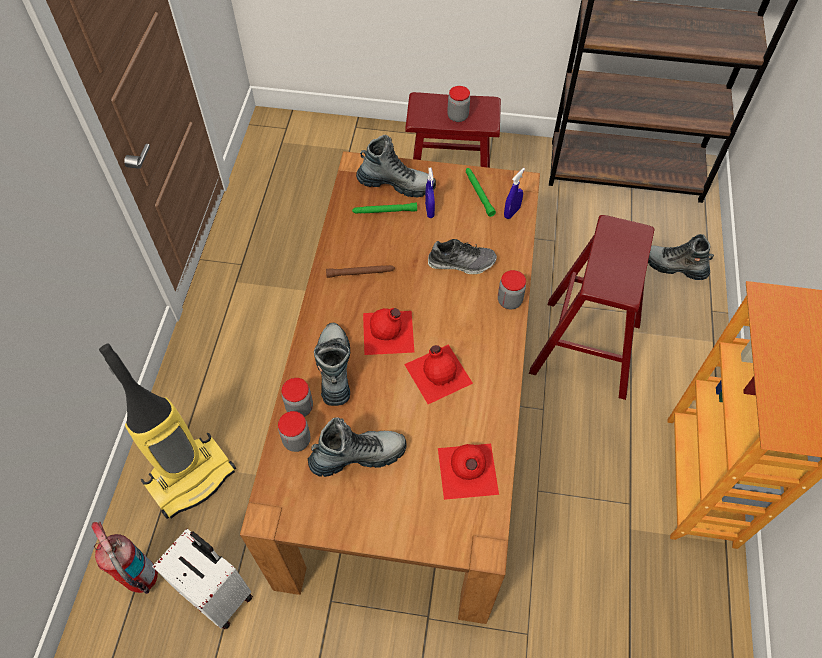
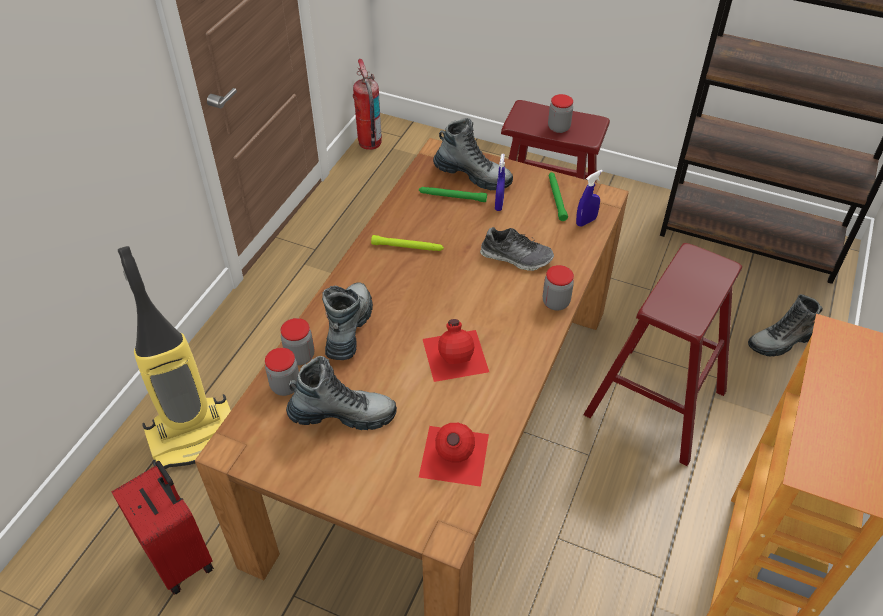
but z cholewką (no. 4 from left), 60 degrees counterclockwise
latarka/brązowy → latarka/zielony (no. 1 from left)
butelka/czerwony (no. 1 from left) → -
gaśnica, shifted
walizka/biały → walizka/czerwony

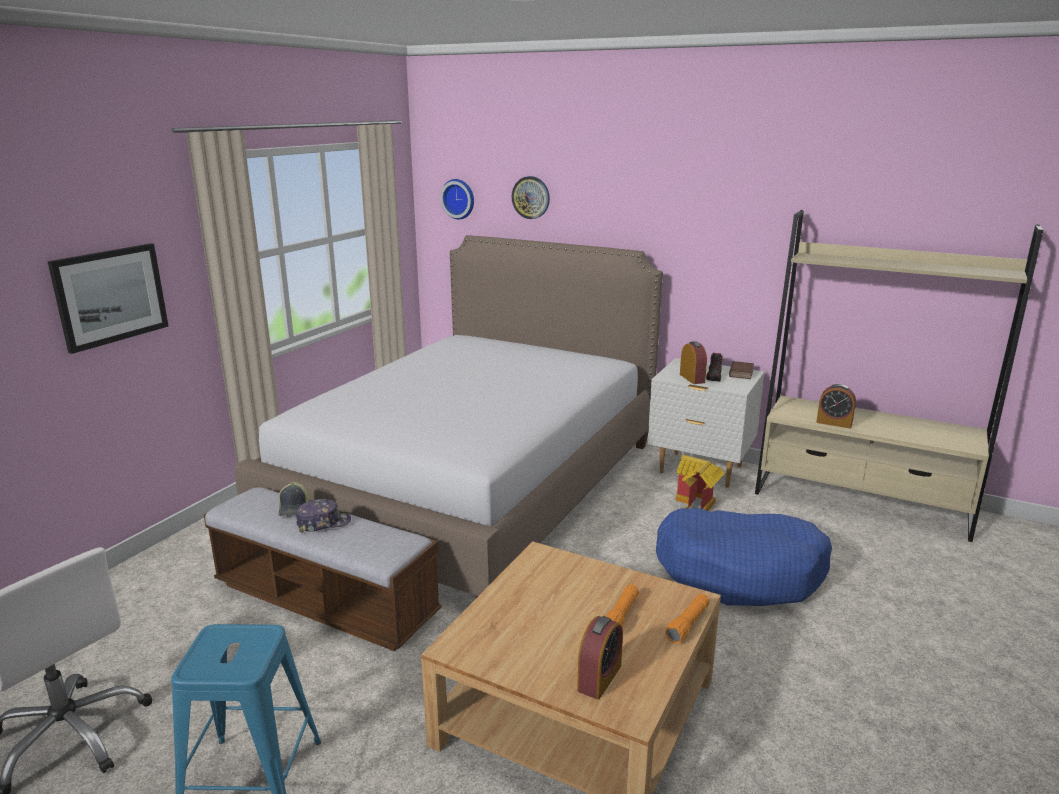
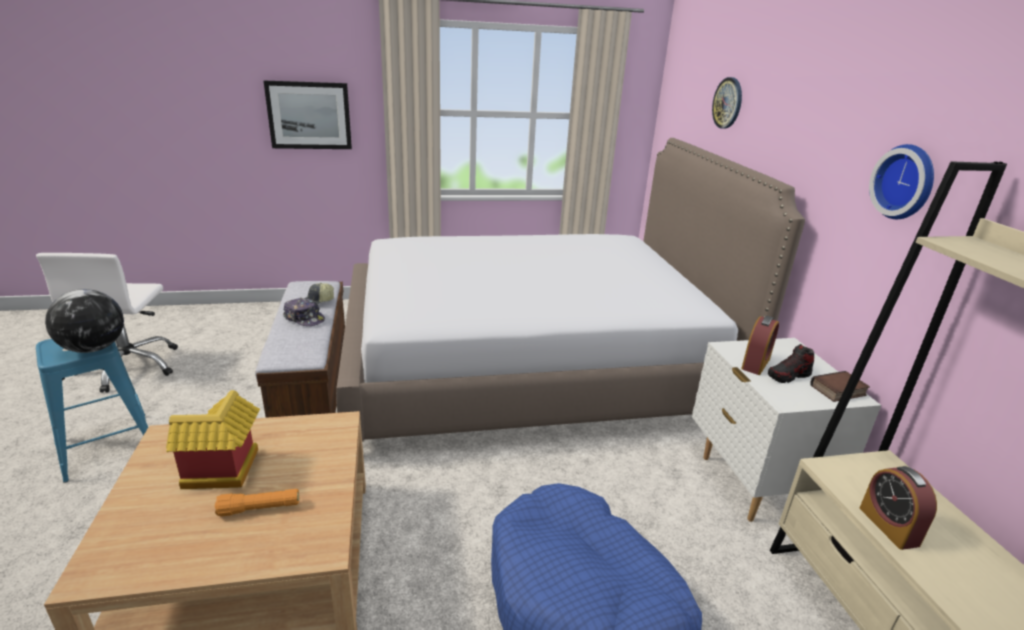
zegar ścienny (no. 1 from left in the first image) → zegar ścienny (no. 2 from left), shifted
domek, shifted
latarka/pomarańczowy (no. 2 from left) → -
budzik (no. 1 from left) → -
- → globus

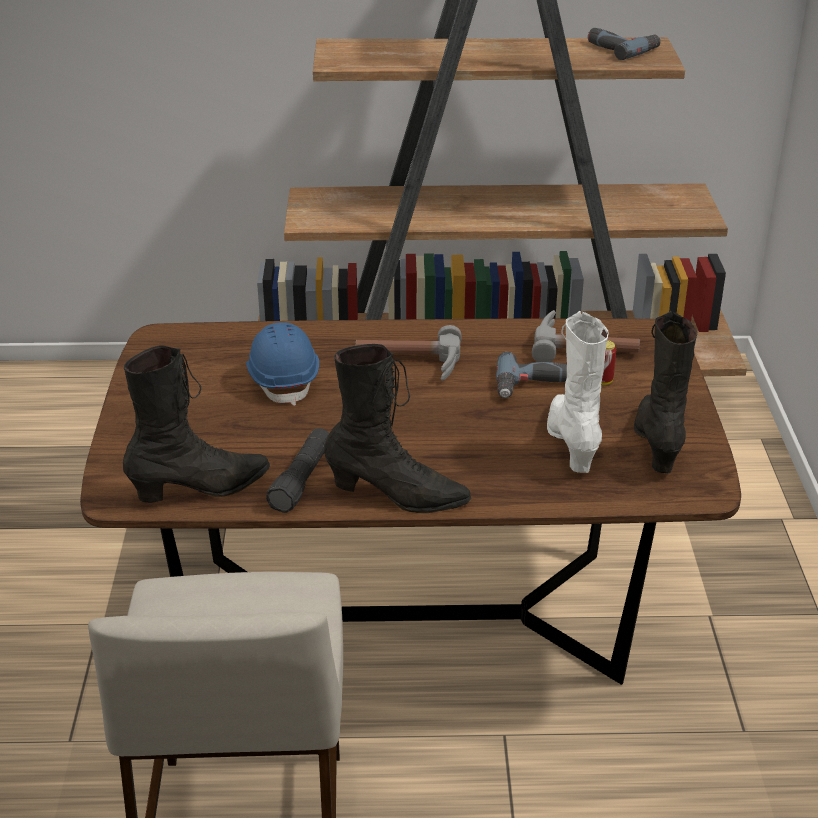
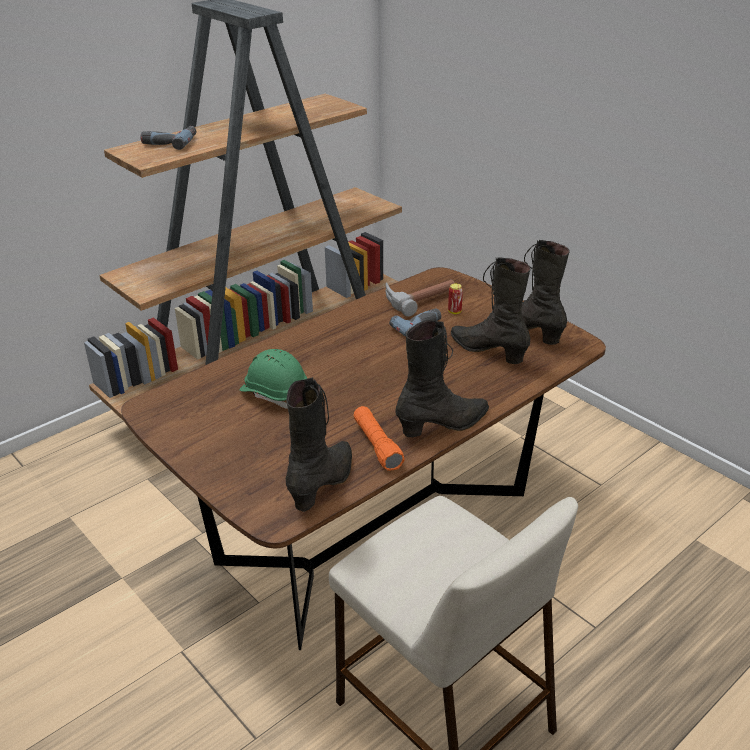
wiertarka (no. 2 from left in the first image) → wiertarka (no. 1 from left), shifted
but z cholewką/biały → but z cholewką/czarny (no. 3 from left)
kask/niebieski → kask/zielony
młotek (no. 1 from left) → -
latarka/czarny → latarka/pomarańczowy

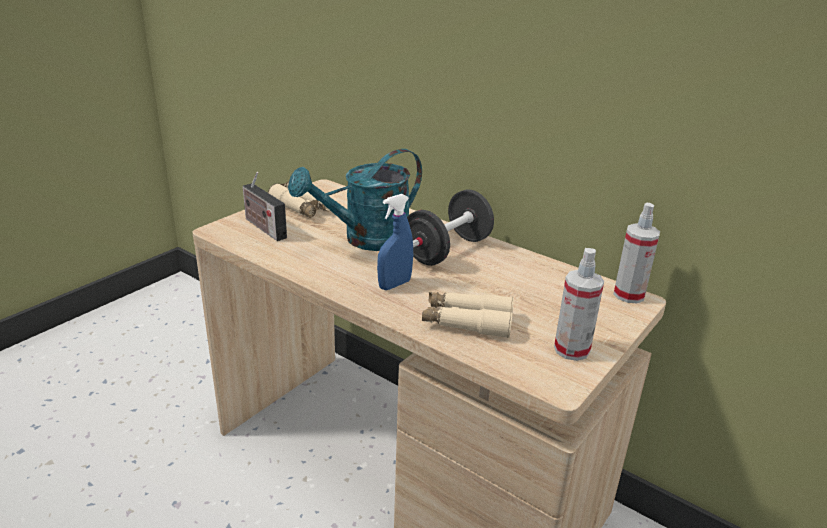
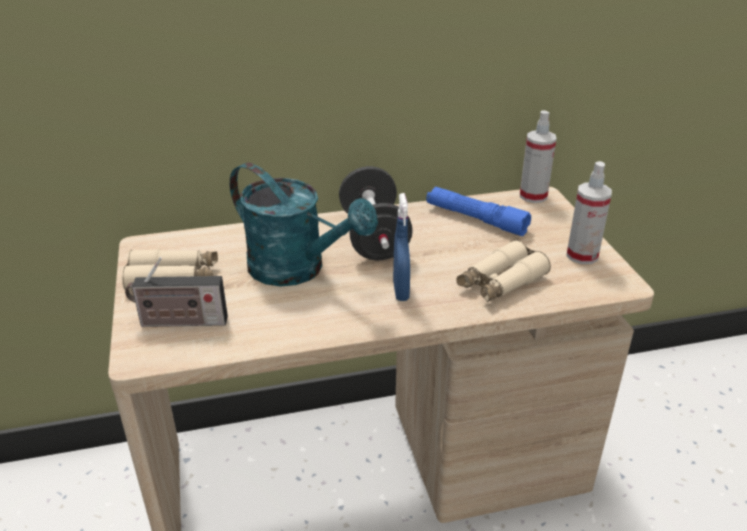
konewka/turkusowy, 60 degrees counterclockwise
- → latarka/niebieski

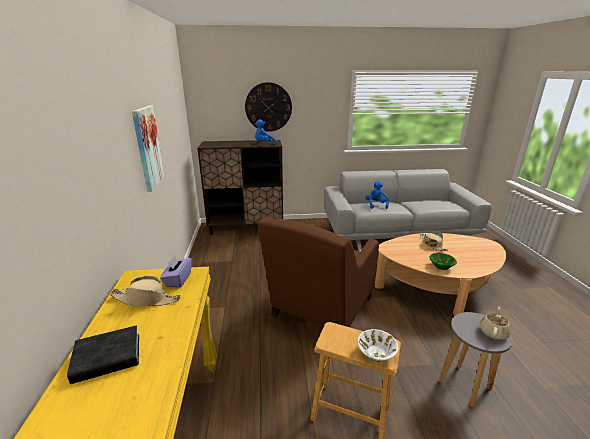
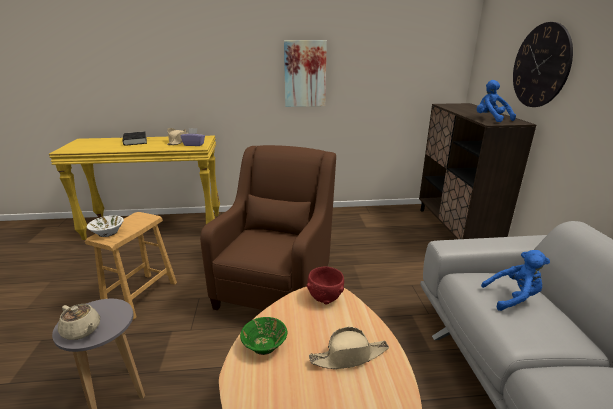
fotel/brązowy, 75 degrees clockwise
- → miska/czerwony

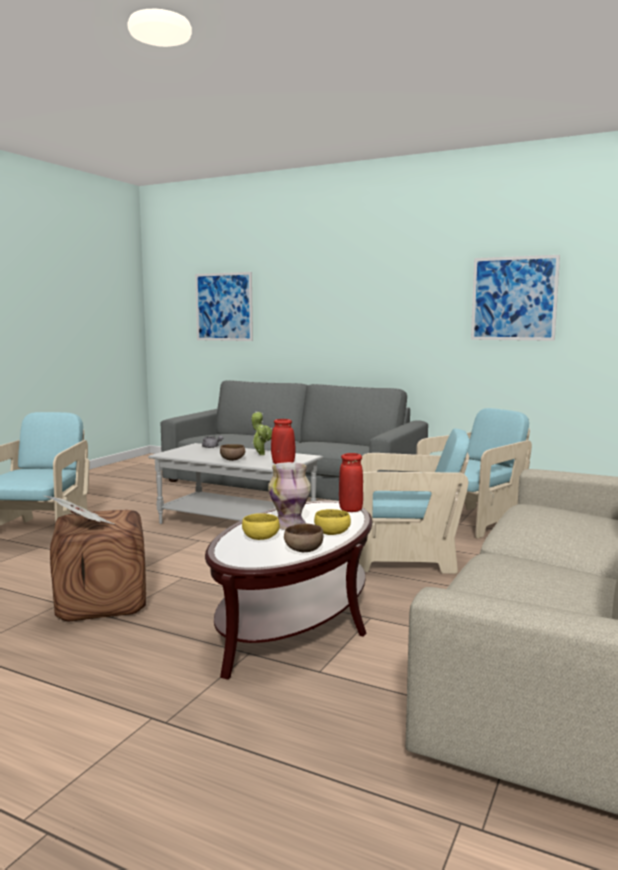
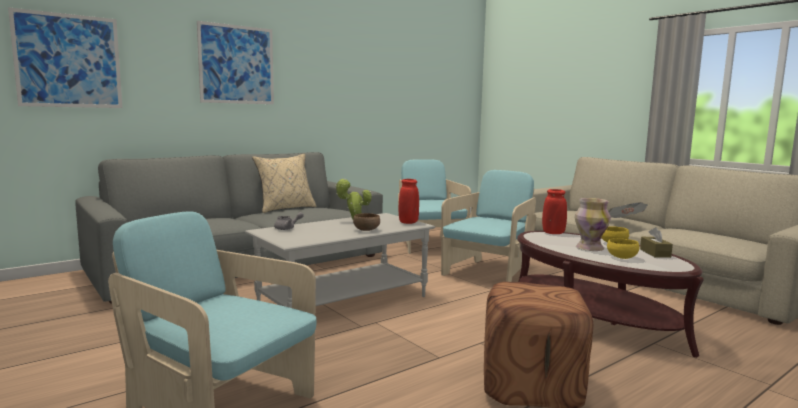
obraz (no. 2 from left), shifted
gazeta, shifted
miska/brązowy (no. 2 from left) → pudełko chusteczek/brązowy
- → poduszka/beżowy

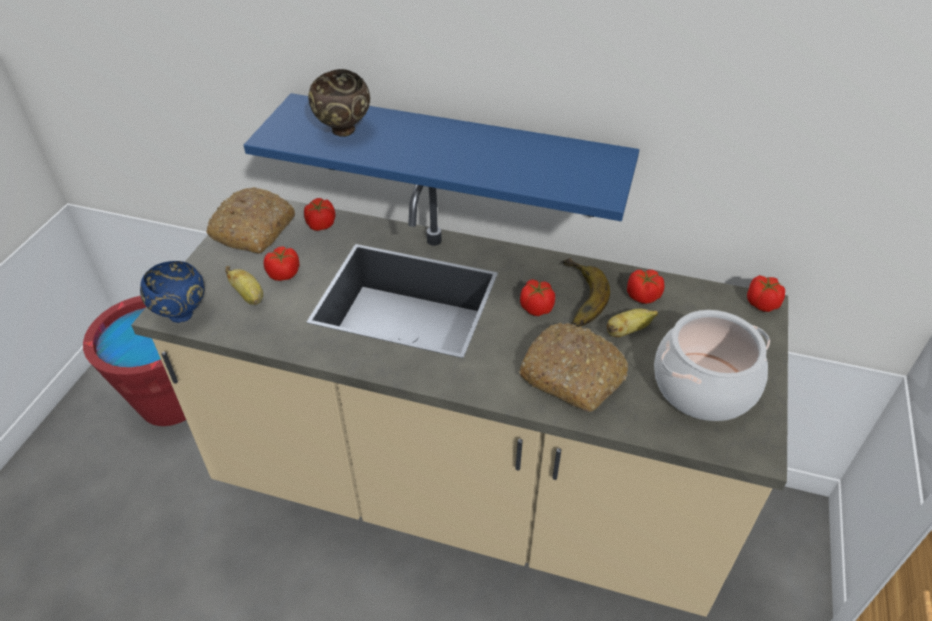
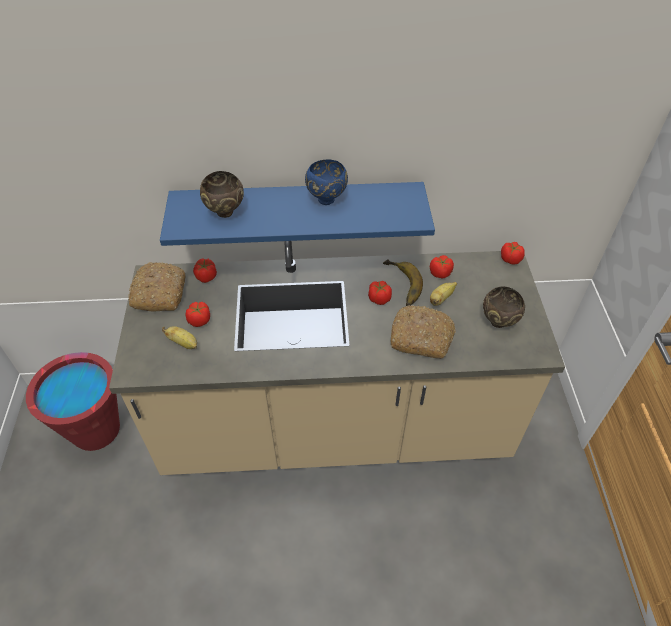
miska/niebieski, shifted
garnek → miska/brązowy (no. 2 from left)

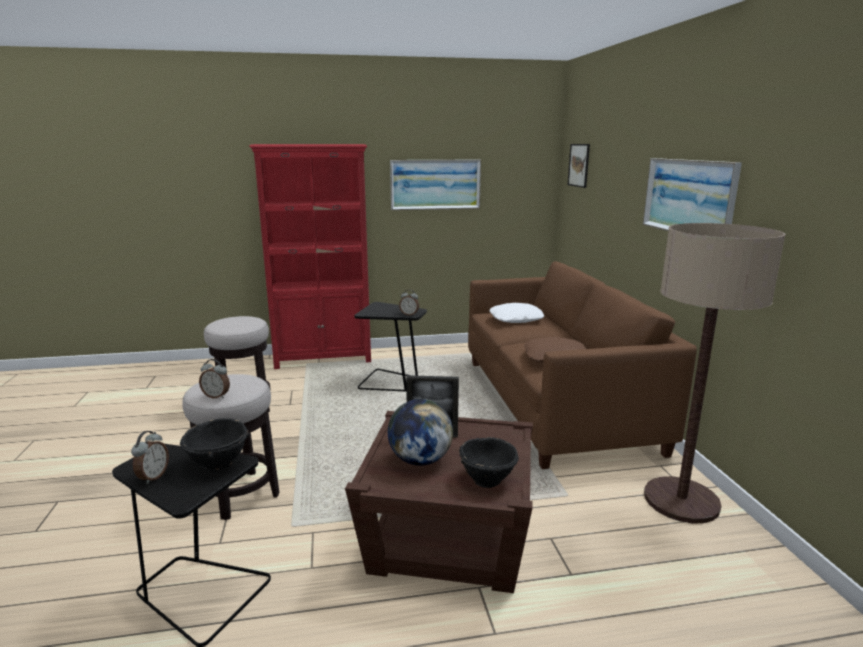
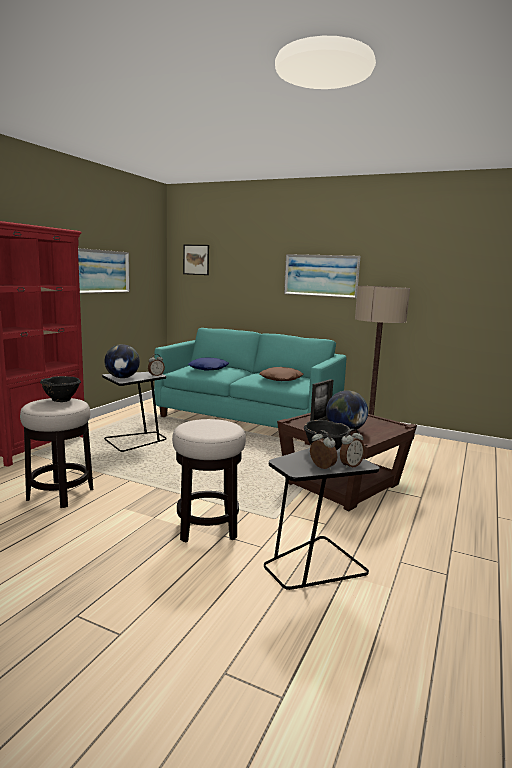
kanapa/brązowy → kanapa/turkusowy
poduszka/biały → poduszka/niebieski
budzik (no. 2 from left in the first image) → budzik (no. 3 from left), shifted
miska/czarny (no. 2 from left in the first image) → miska/czarny (no. 1 from left), shifted
- → globus (no. 1 from left)

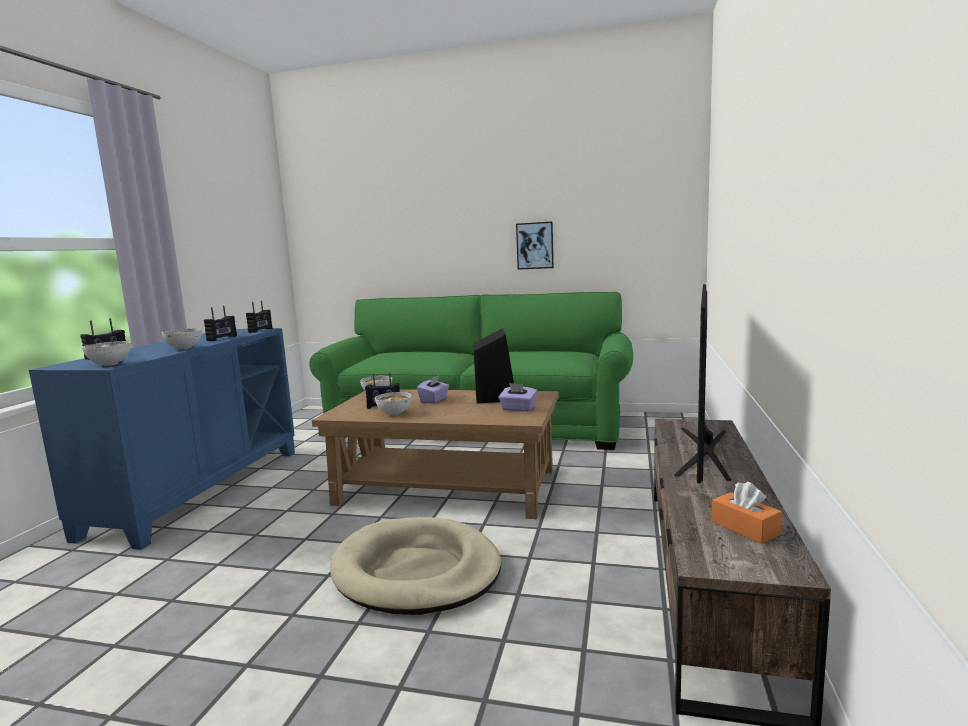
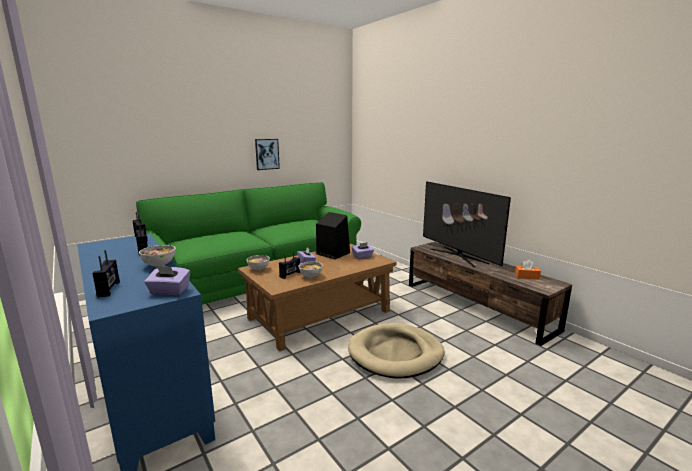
miska (no. 1 from left) → pudełko chusteczek/fioletowy (no. 1 from left)

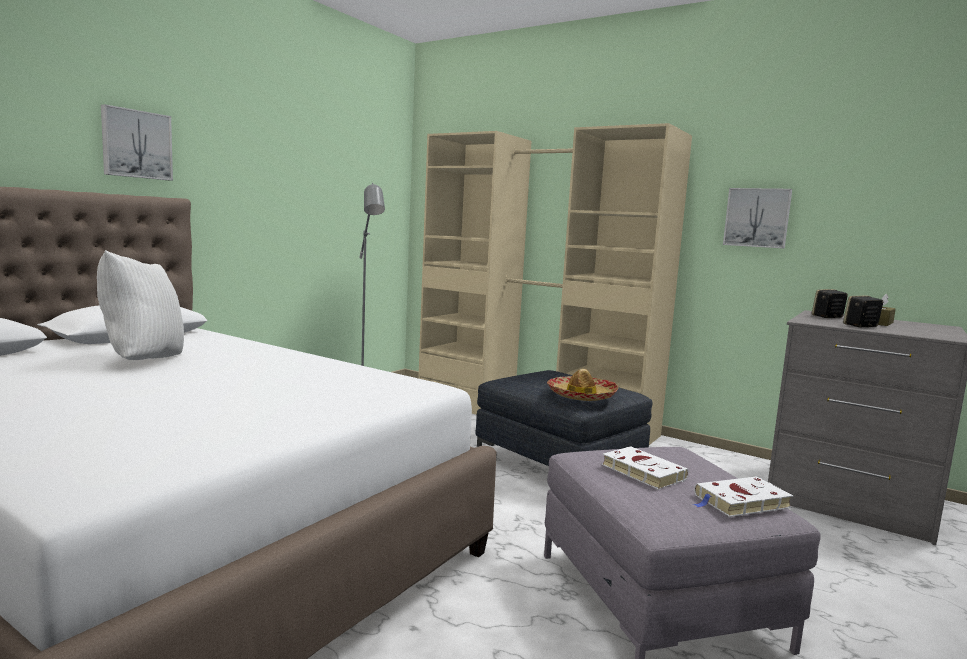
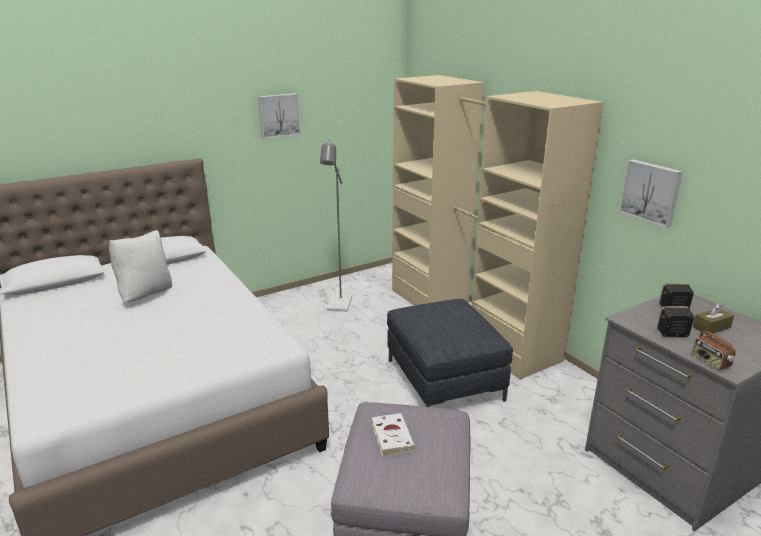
obraz (no. 1 from left), shifted
kapelusz → -
książka/biały (no. 2 from left) → -
- → radio

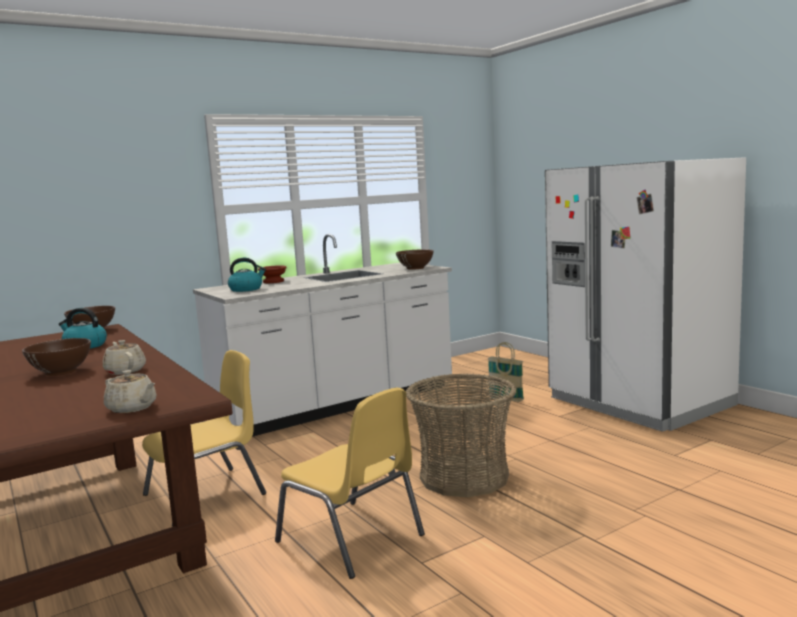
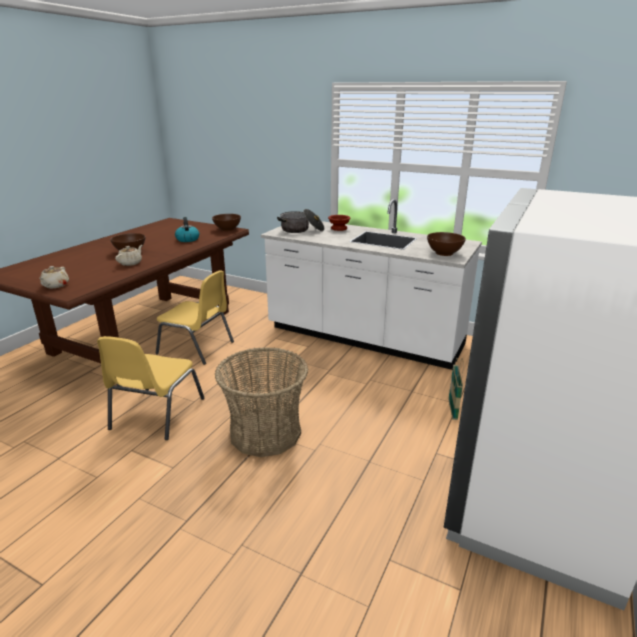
czajnik (no. 2 from left) → garnek

